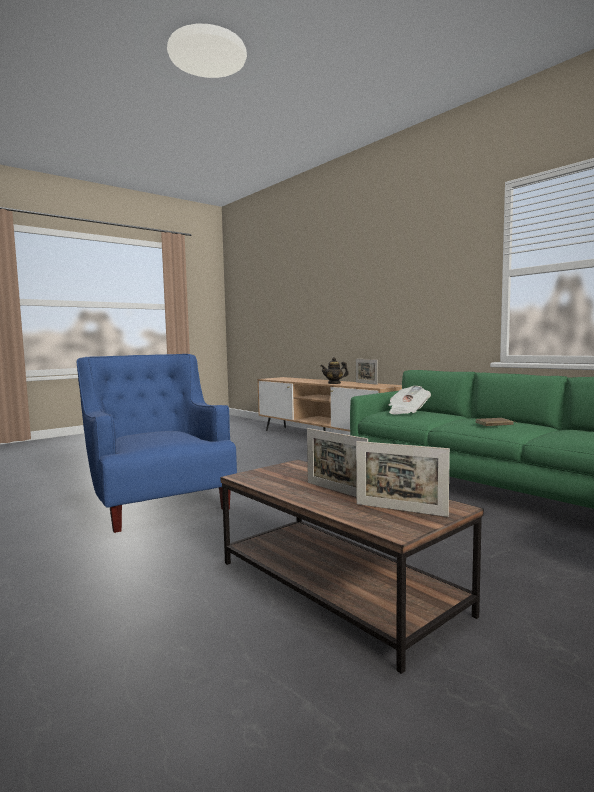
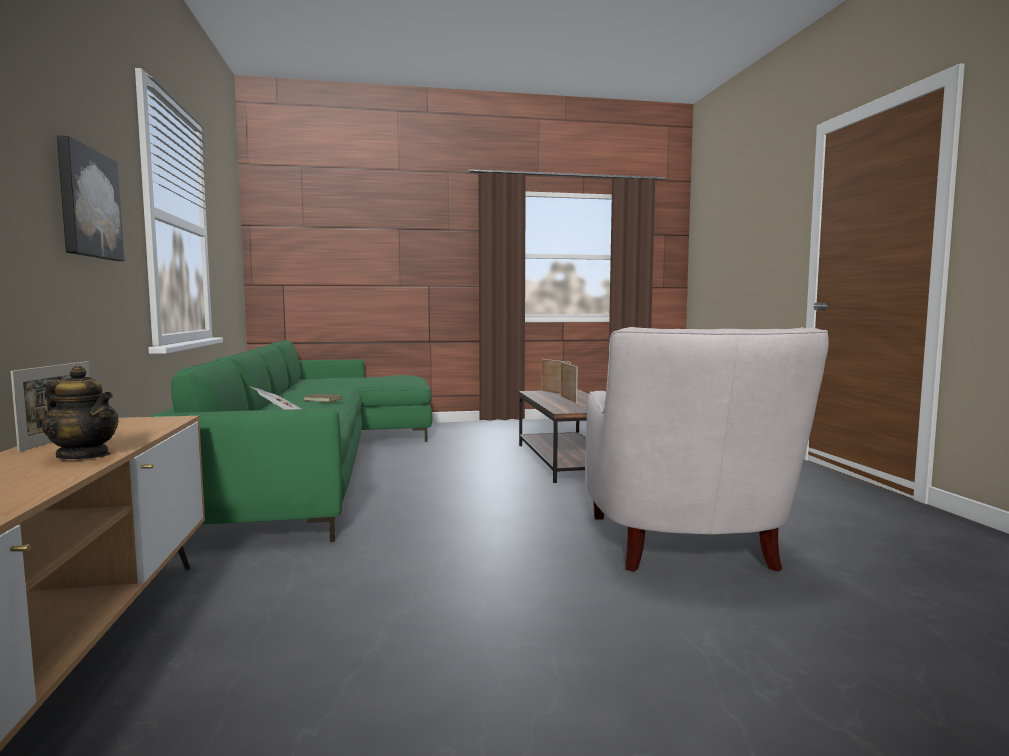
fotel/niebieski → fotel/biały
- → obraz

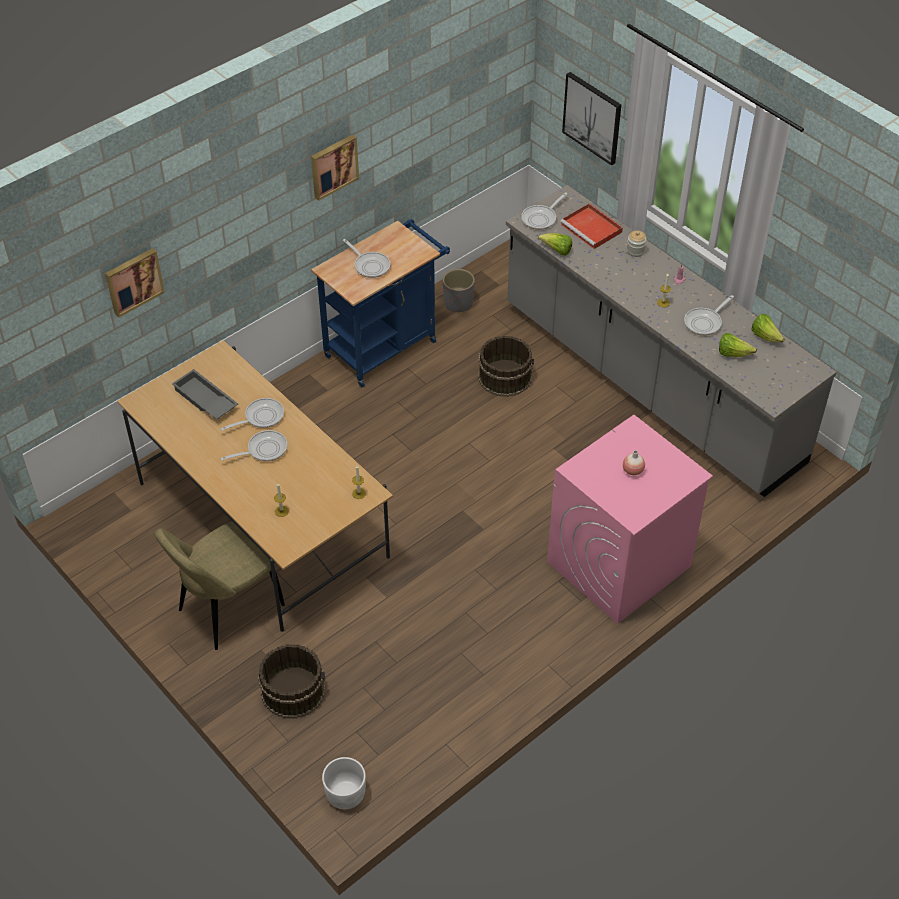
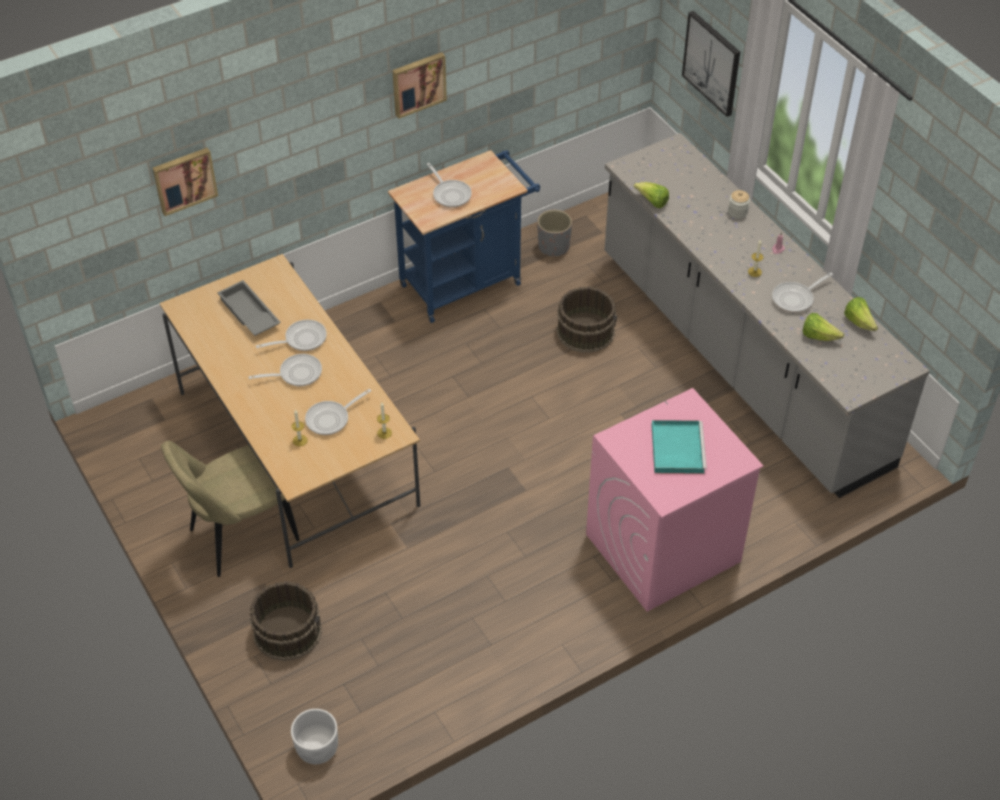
patelnia (no. 4 from left in the first image) → patelnia (no. 3 from left), shifted
taca/czerwony → -
wazon → taca/turkusowy

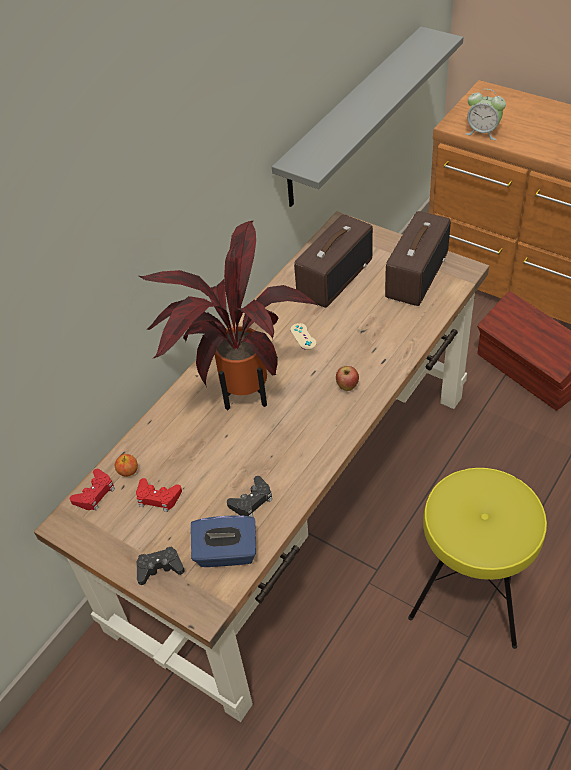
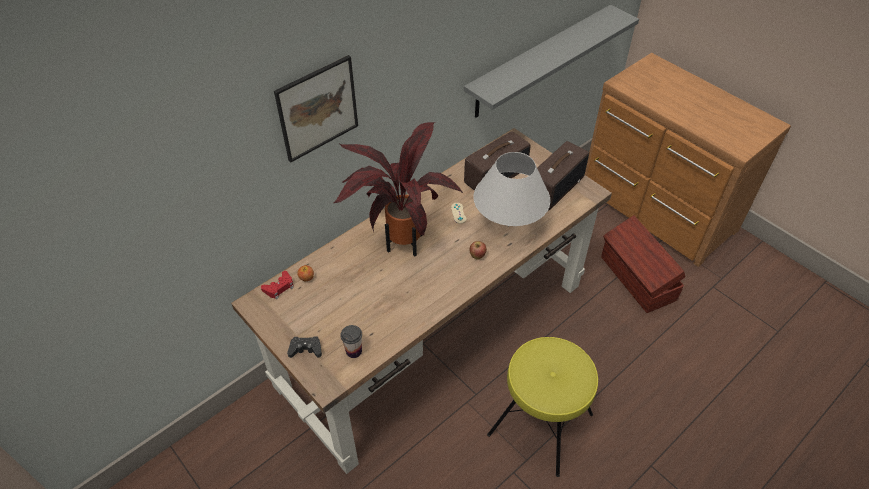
budzik → -
pad do gier/czarny (no. 2 from left) → -
pad do gier/czerwony (no. 2 from left) → -
pudełko chusteczek/niebieski → filiżanka
- → obraz
- → lampa stołowa/biały

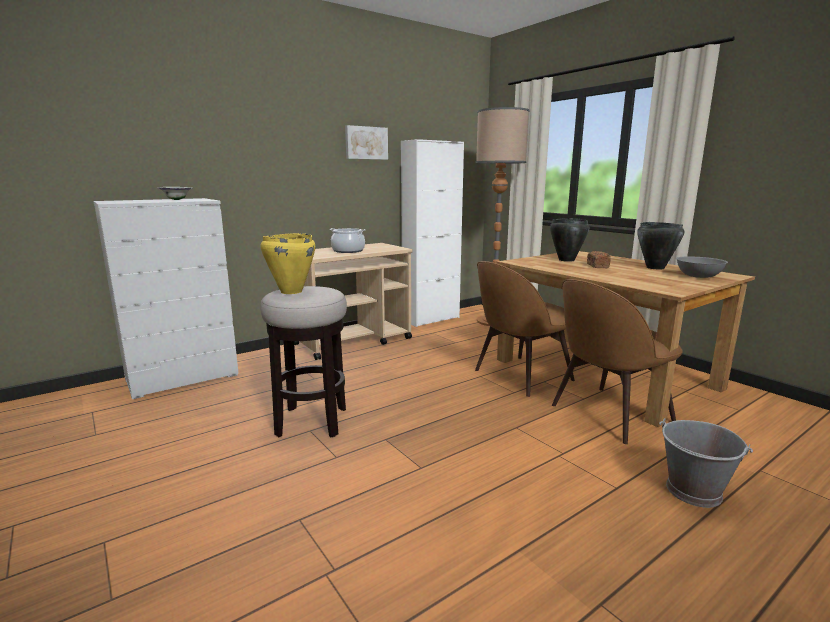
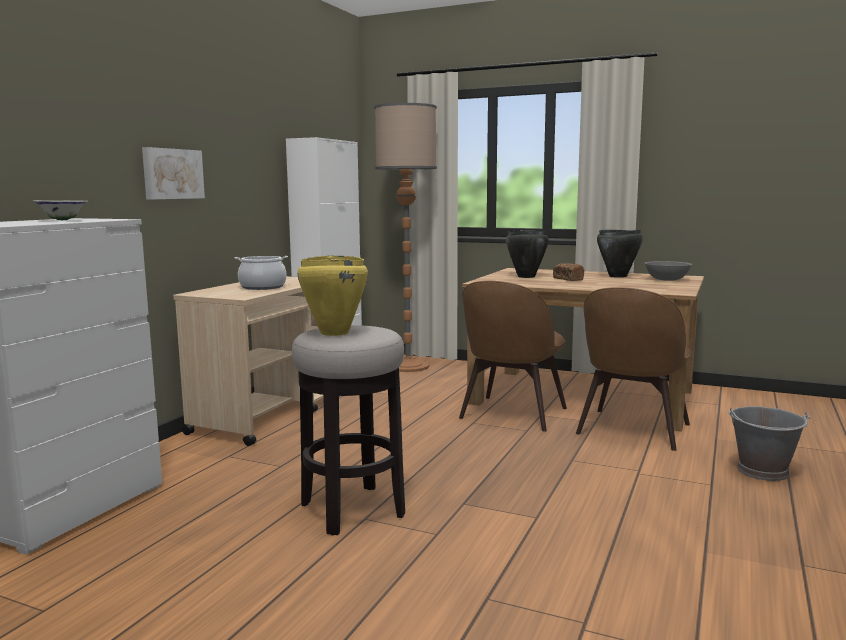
obraz, shifted

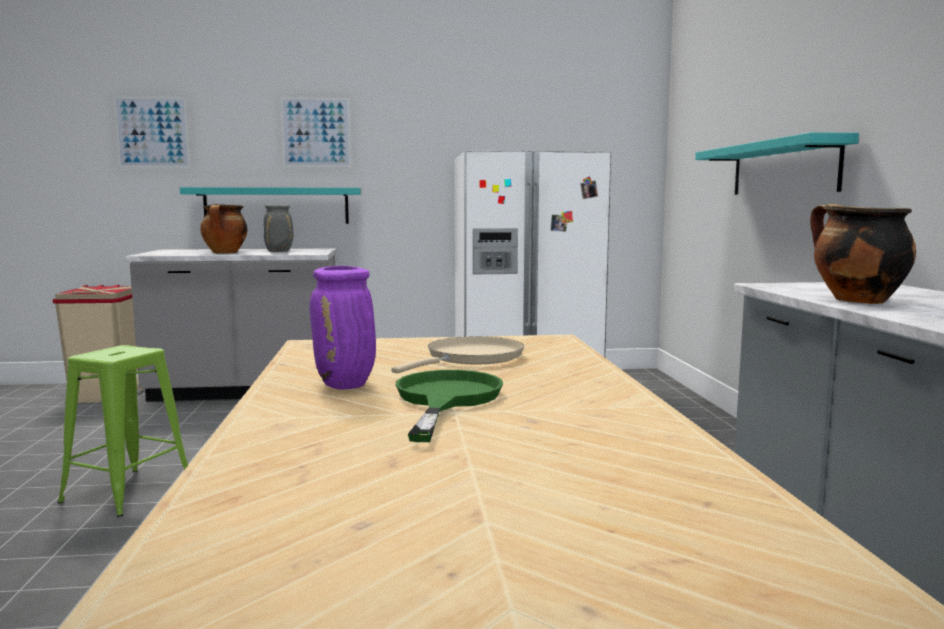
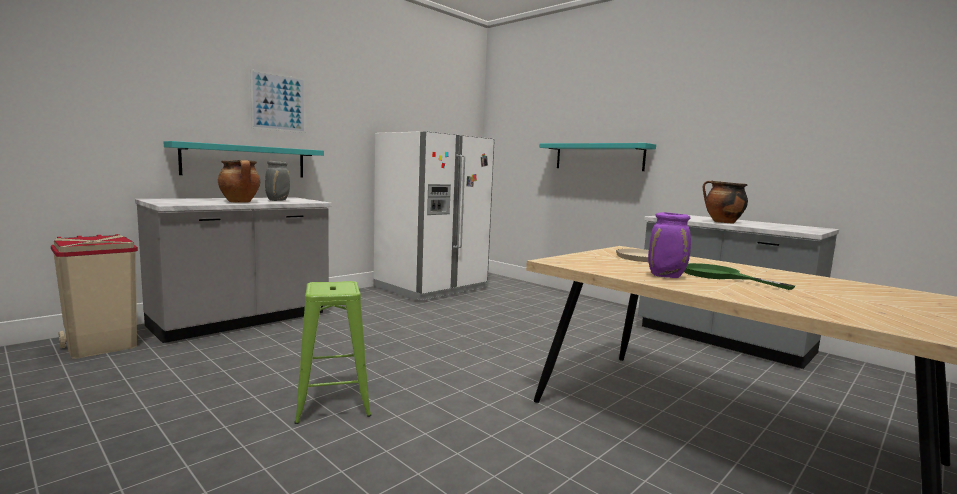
obraz (no. 1 from left) → -

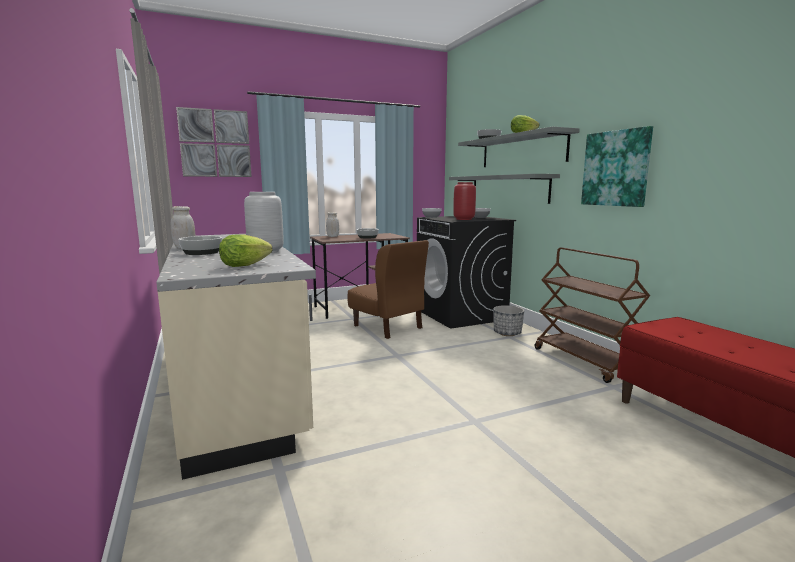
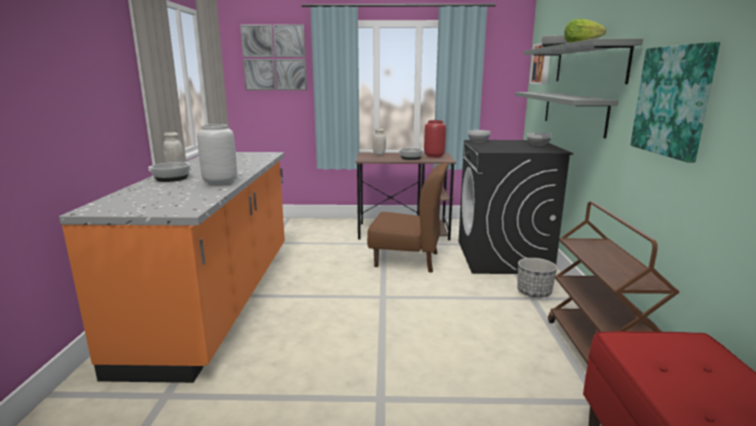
wazon/czerwony, shifted
zabudowa kuchenna/beżowy → zabudowa kuchenna/pomarańczowy
sałata (no. 1 from left) → -
krzesło/brązowy, 60 degrees counterclockwise
- → obraz (no. 2 from left)

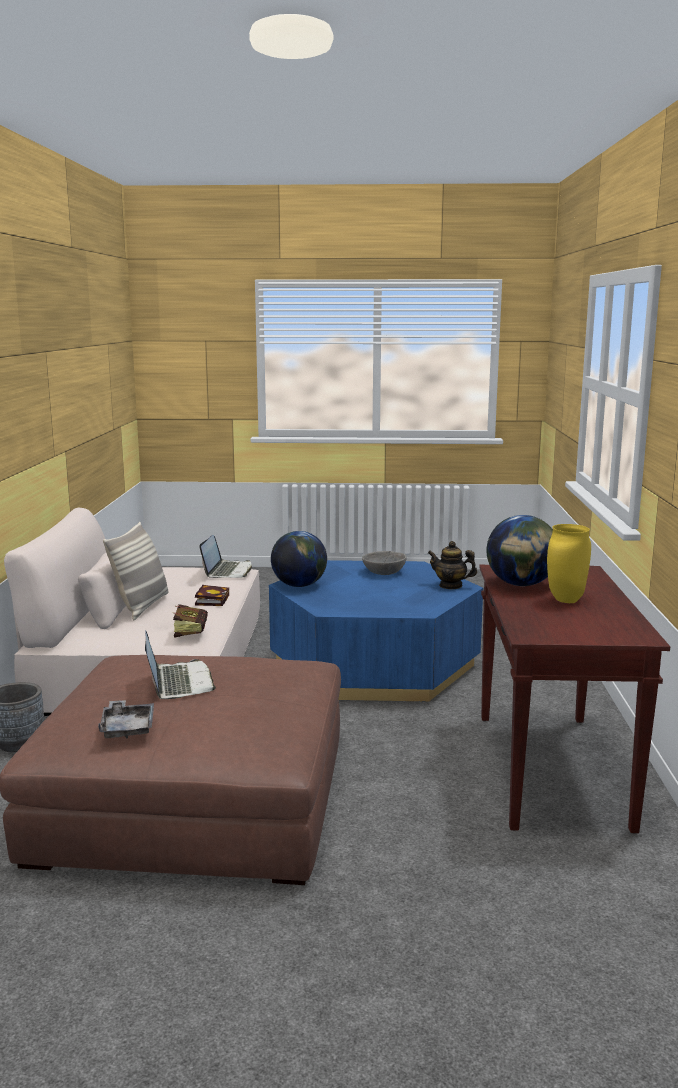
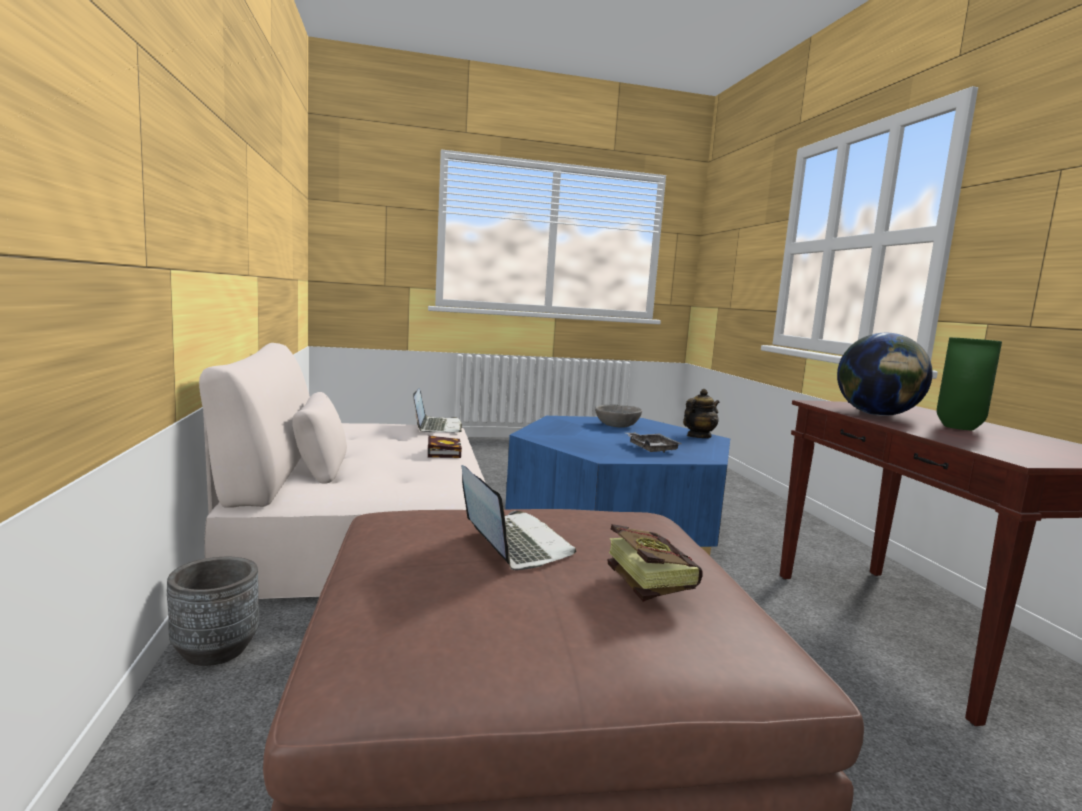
poduszka → -
wazon/żółty → wazon/zielony
globus (no. 1 from left) → -
imbryk, 135 degrees clockwise
książka (no. 1 from left in the first image) → książka (no. 2 from left), shifted
taca/szary, shifted

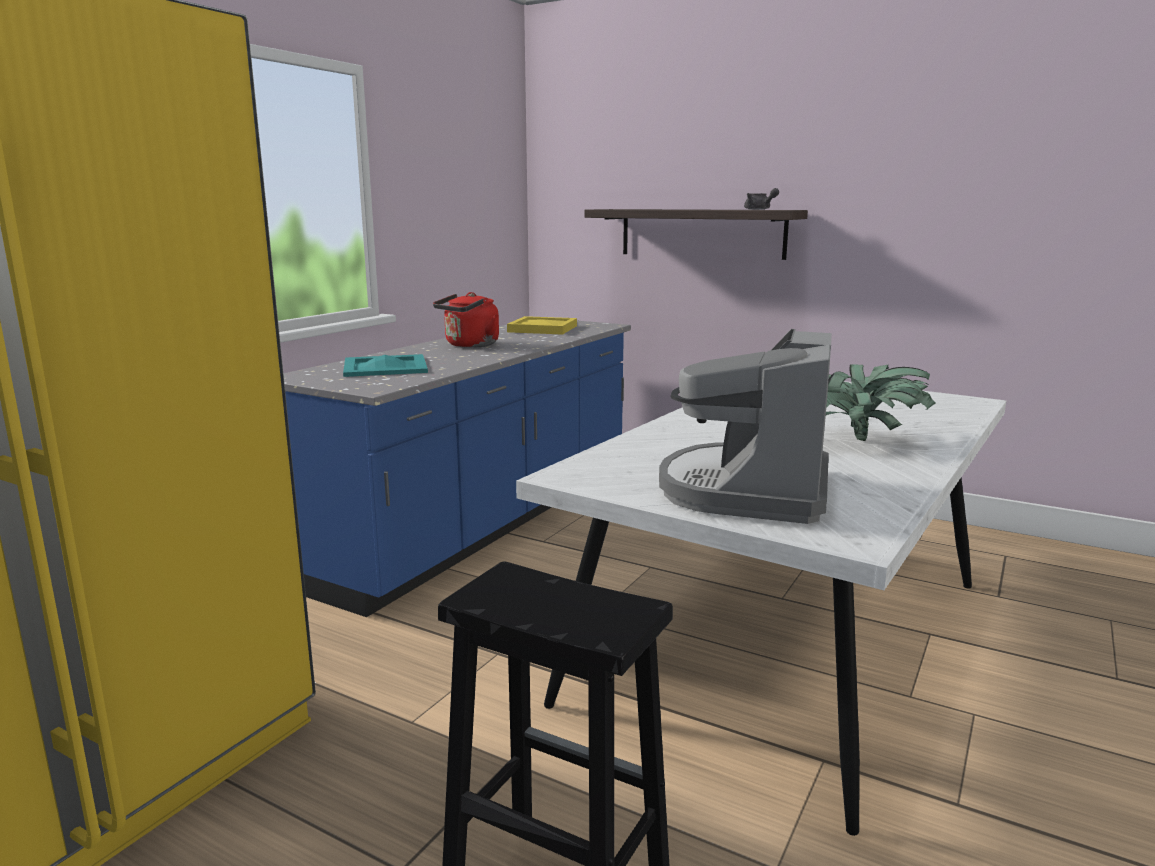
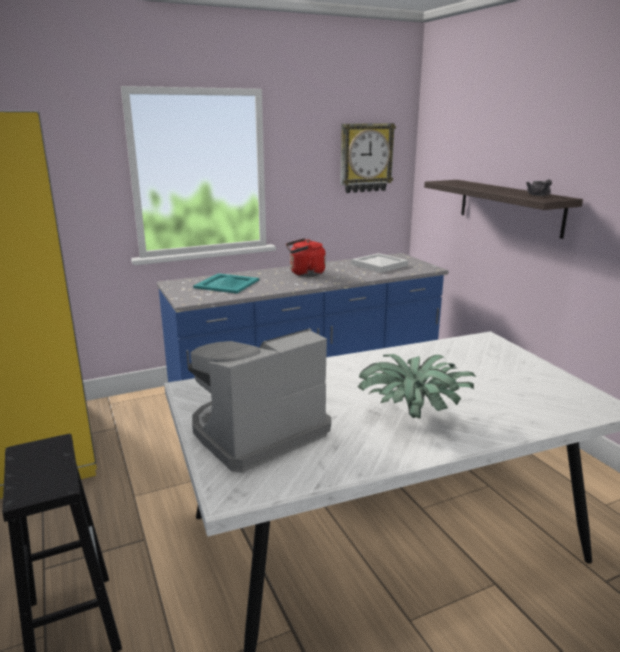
taca/żółty → taca/biały
- → zegar ścienny

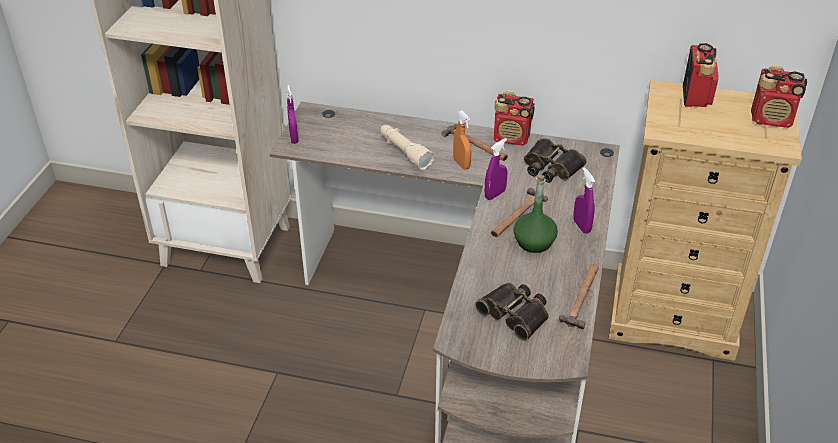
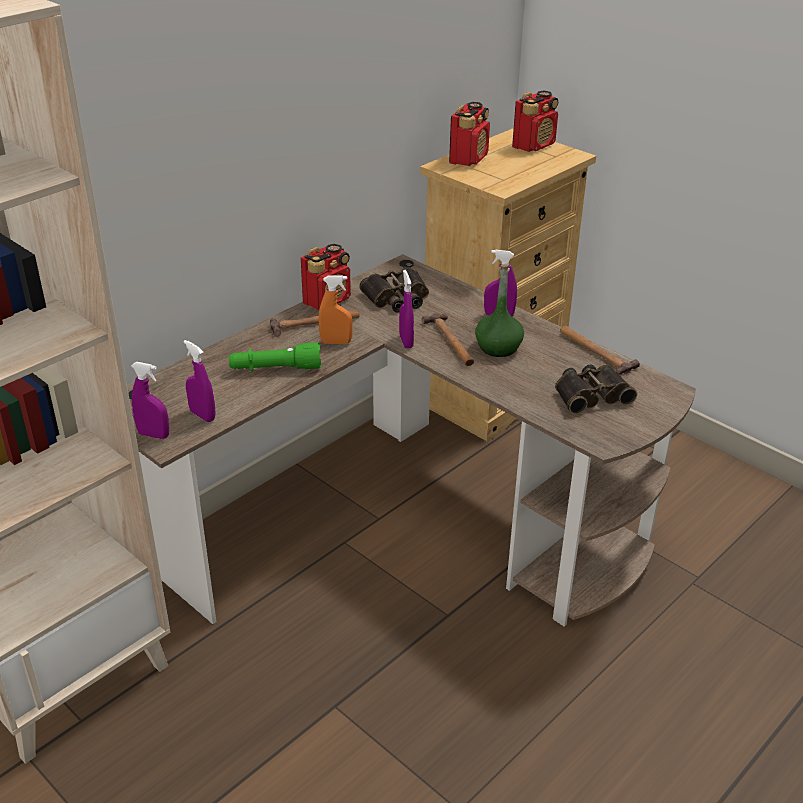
radio (no. 2 from left), 75 degrees clockwise
latarka/beżowy → latarka/zielony
- → spryskiwacz/fioletowy (no. 2 from left)

